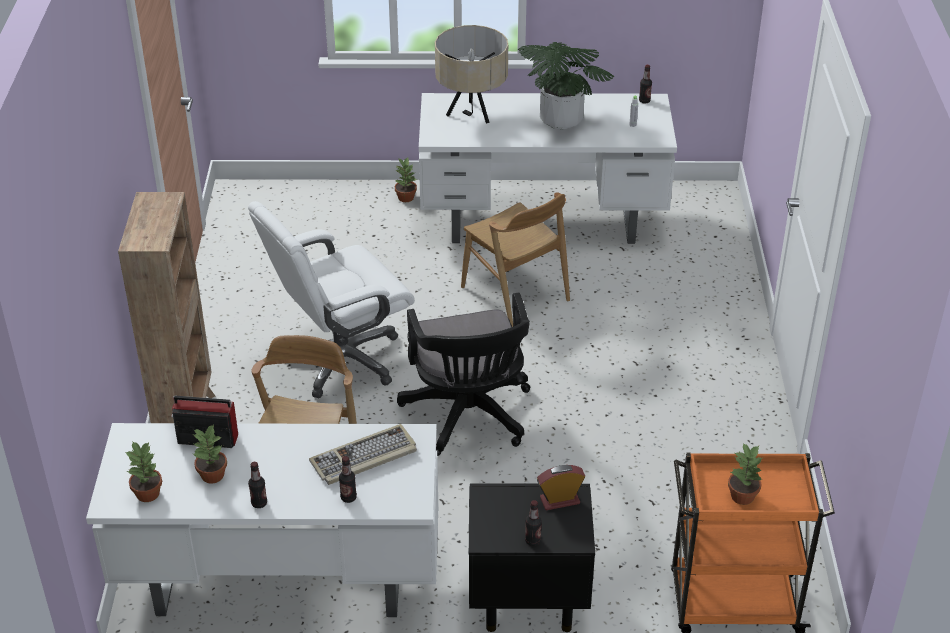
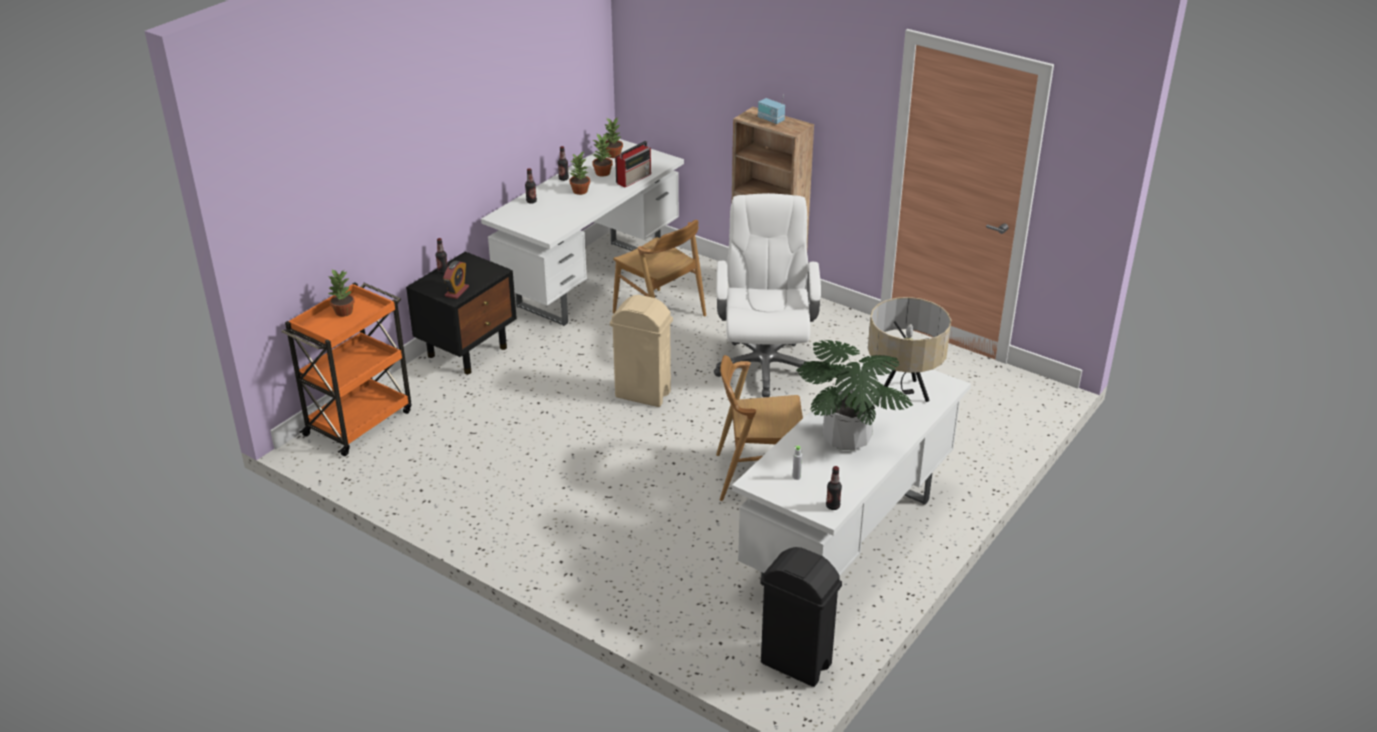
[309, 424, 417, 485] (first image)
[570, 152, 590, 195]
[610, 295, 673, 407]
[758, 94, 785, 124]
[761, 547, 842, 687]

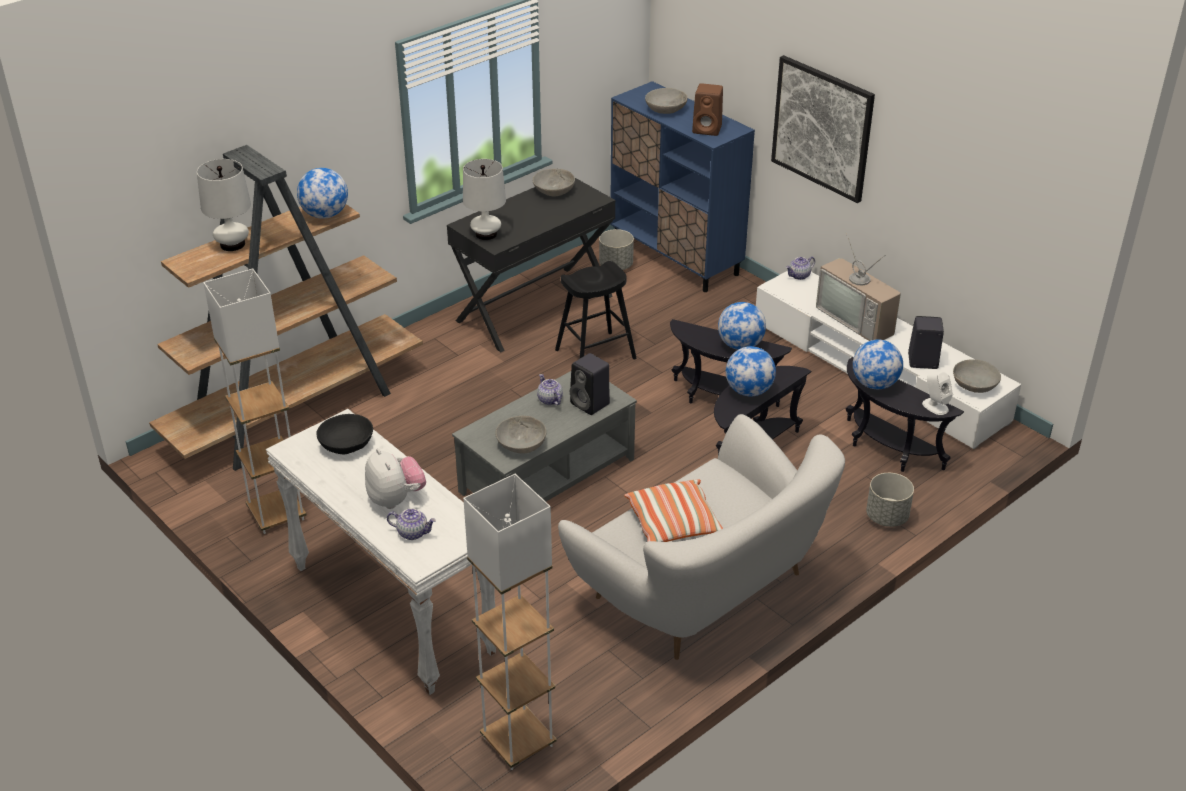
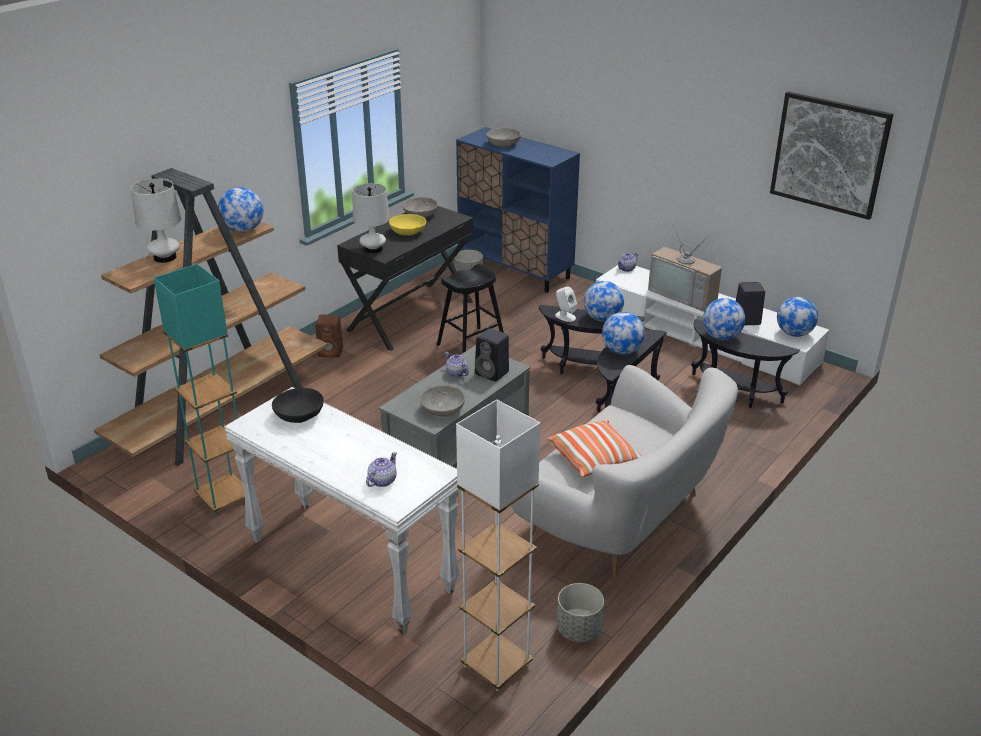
[154, 264, 245, 515]
[365, 448, 426, 509] (first image)
[366, 452, 397, 487]
[316, 315, 343, 358]
[770, 92, 893, 220]
[557, 583, 604, 642]
[555, 286, 577, 322]
[777, 297, 818, 337]
[389, 214, 426, 236]

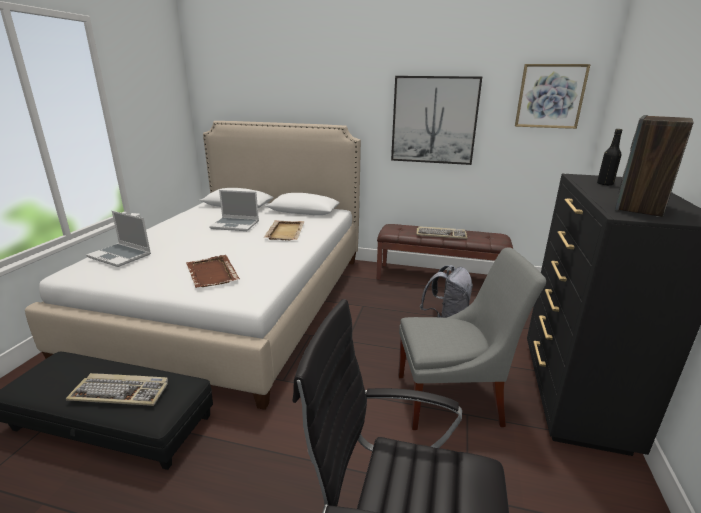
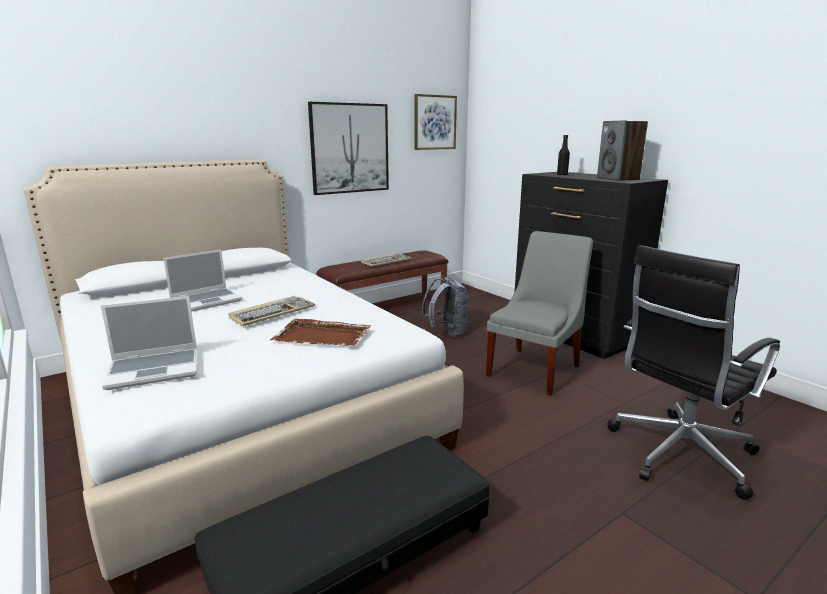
[228, 296, 315, 326]
[264, 220, 305, 240] (first image)

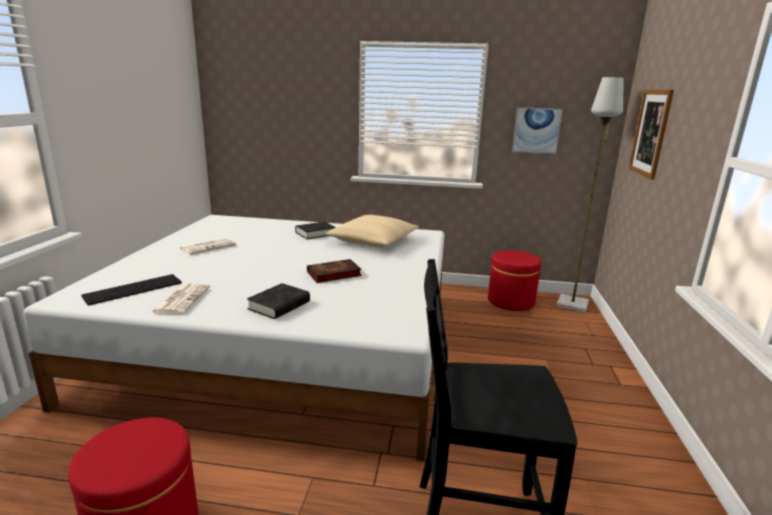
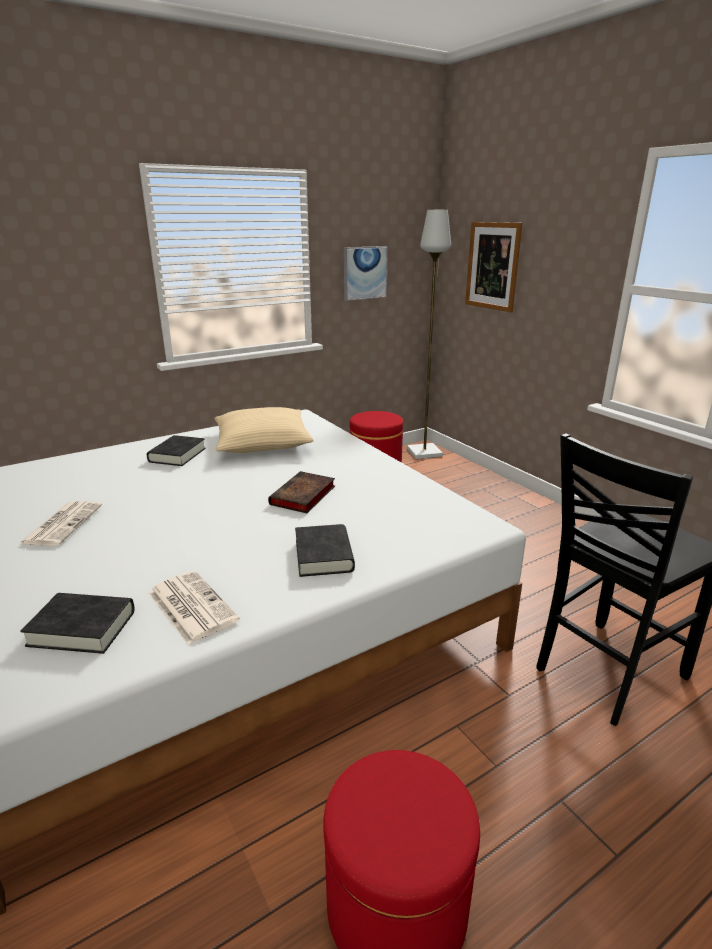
[20, 593, 134, 654]

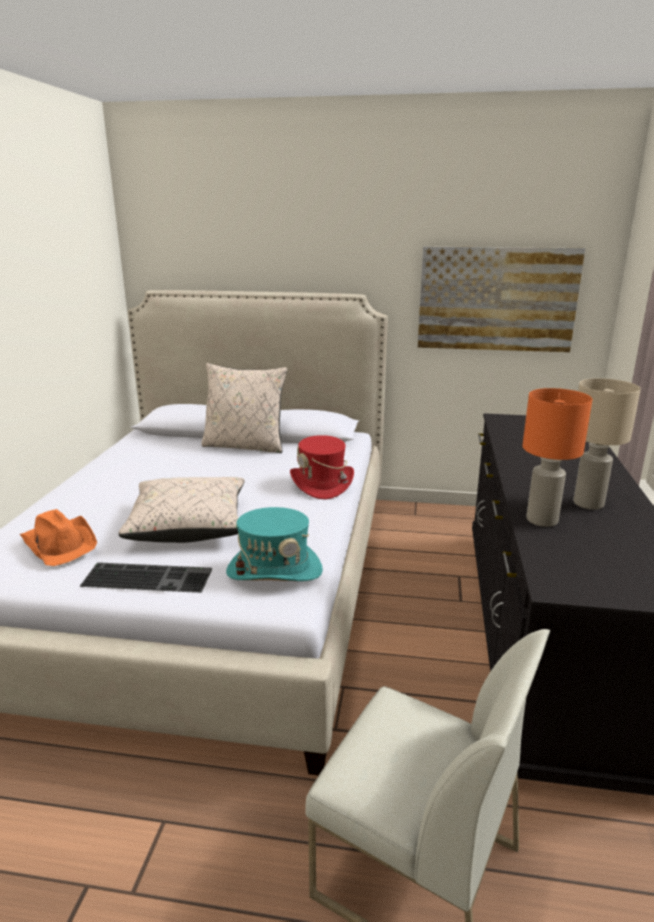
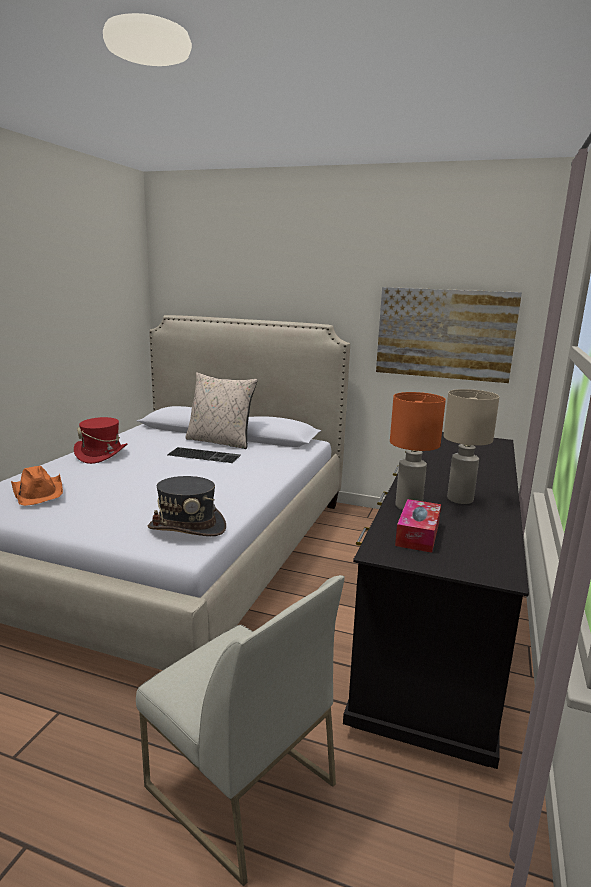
[167, 447, 241, 463]
[119, 477, 245, 543] (first image)
[148, 476, 226, 536]
[74, 417, 128, 464]
[395, 499, 441, 553]

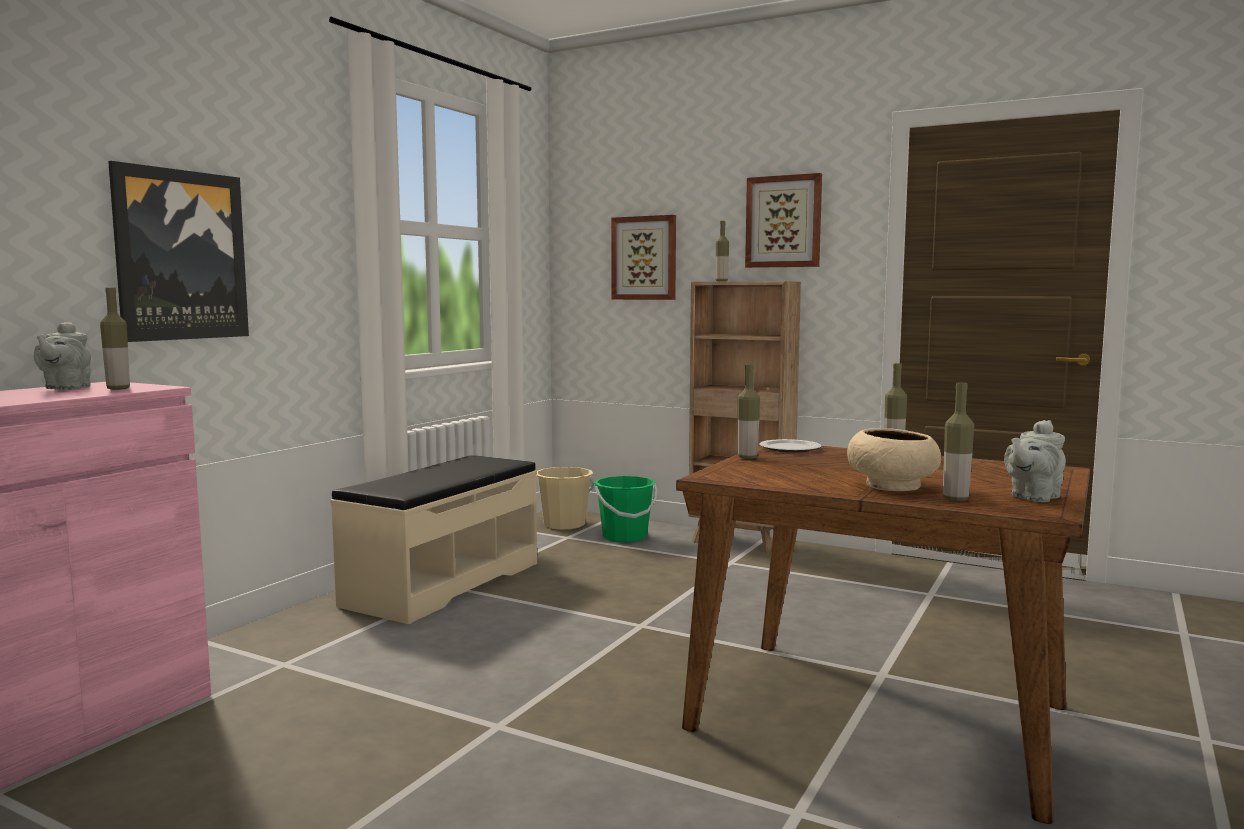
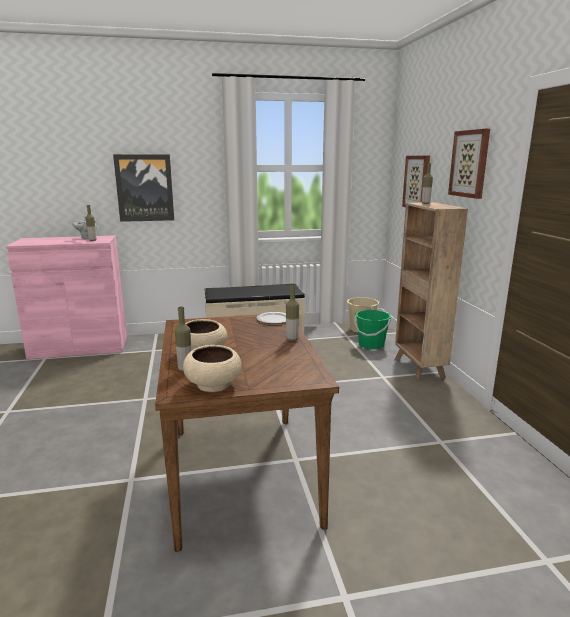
[738, 364, 760, 459] (first image)
[183, 345, 242, 392]

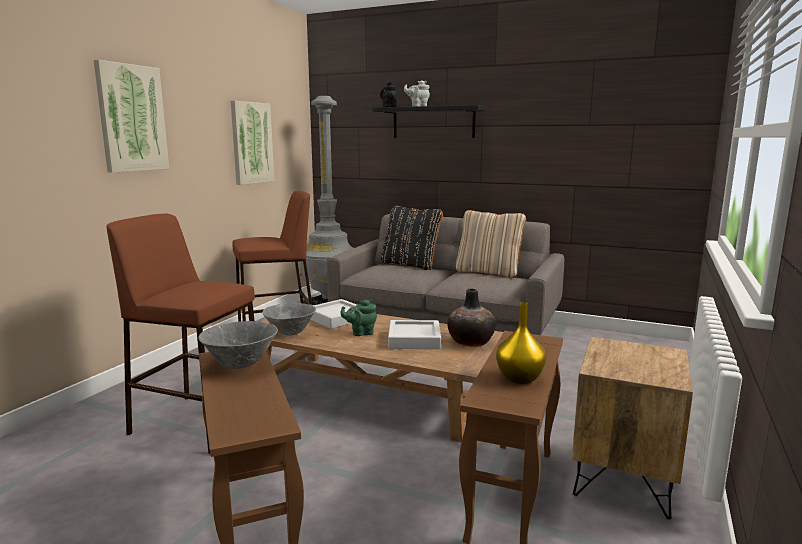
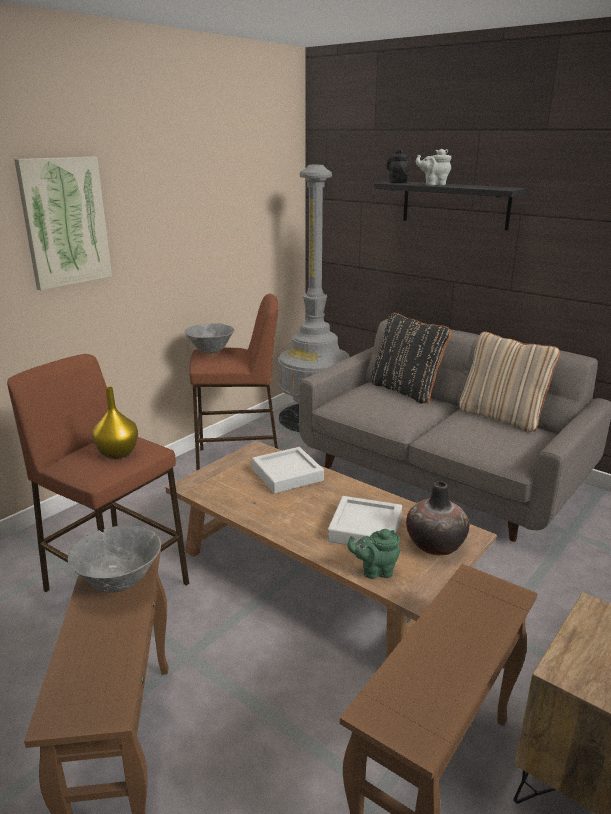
[231, 101, 274, 185] (first image)
[185, 323, 234, 354]
[347, 529, 400, 579]
[92, 387, 138, 459]

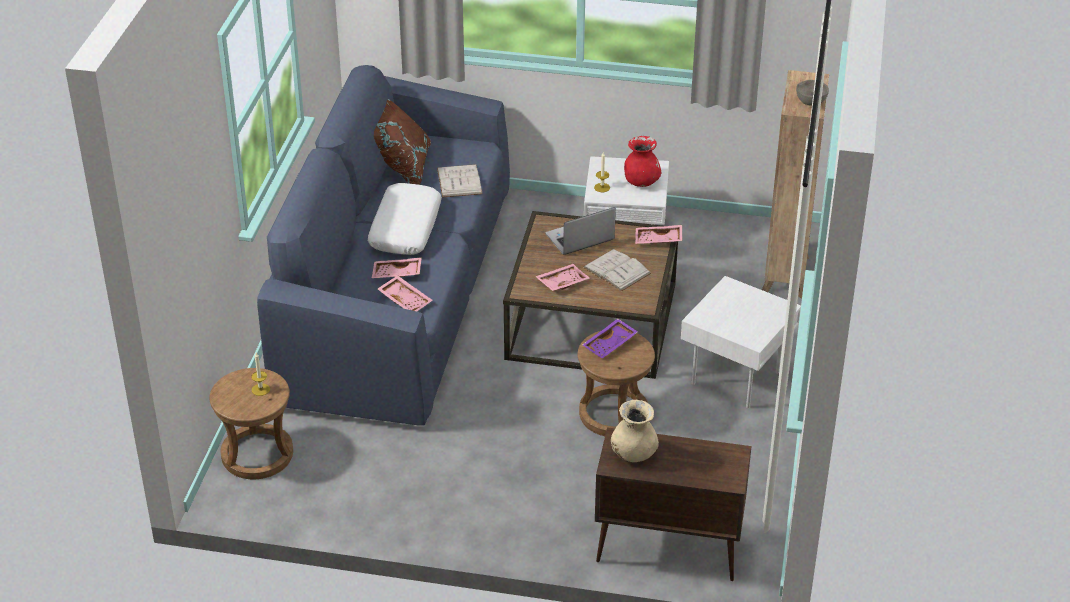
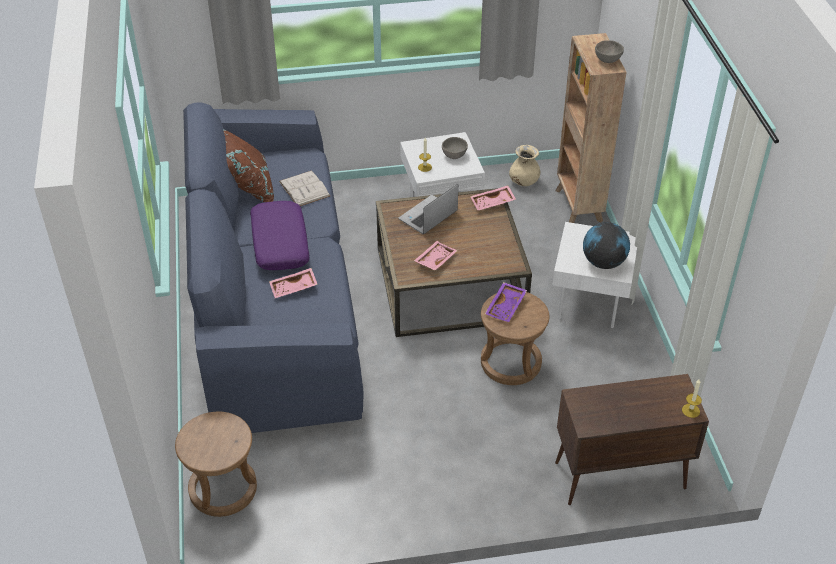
[682, 379, 702, 418]
[250, 201, 309, 270]
[378, 275, 432, 311] (first image)
[583, 249, 651, 292] (first image)
[509, 145, 540, 186]
[442, 137, 468, 159]
[583, 222, 630, 269]

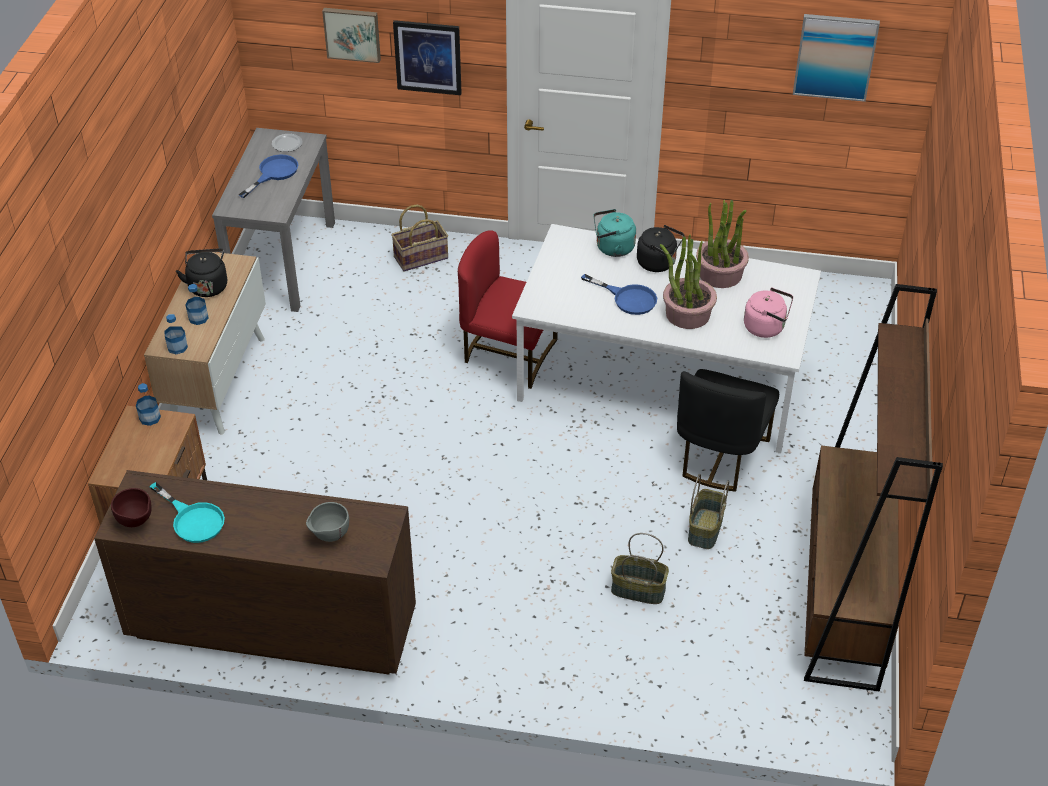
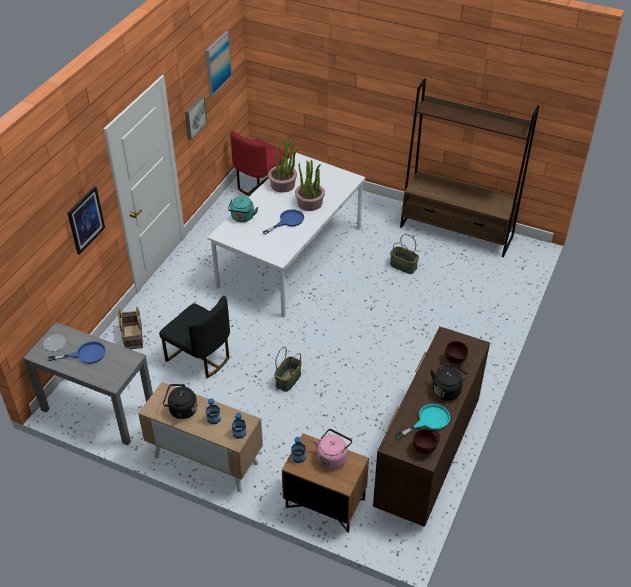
[48, 341, 106, 364]
[445, 341, 468, 364]
[185, 95, 207, 140]
[231, 131, 289, 196]
[274, 347, 302, 392]
[431, 362, 469, 401]
[159, 296, 230, 378]
[314, 429, 352, 469]

